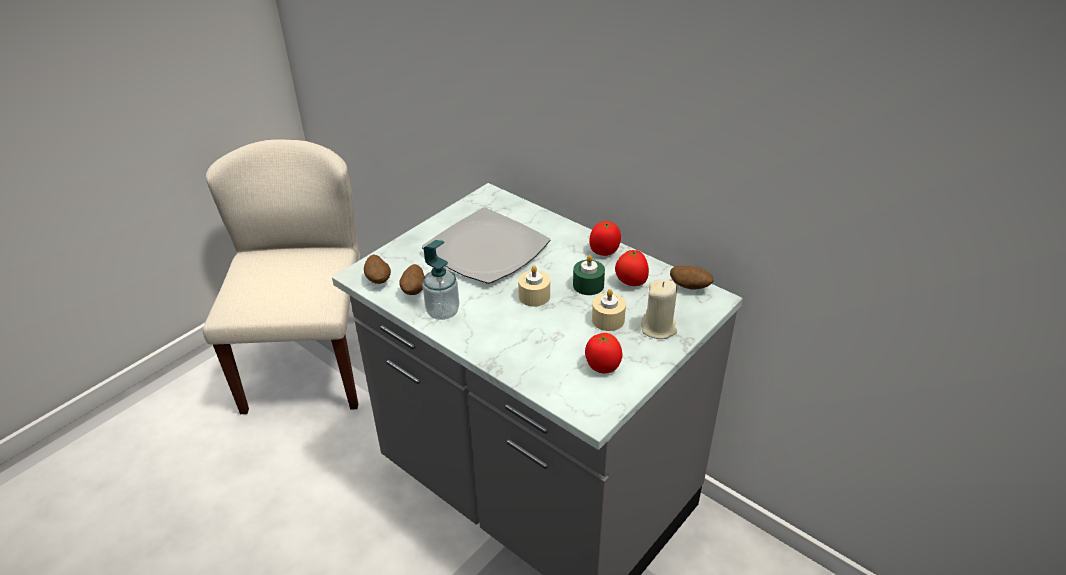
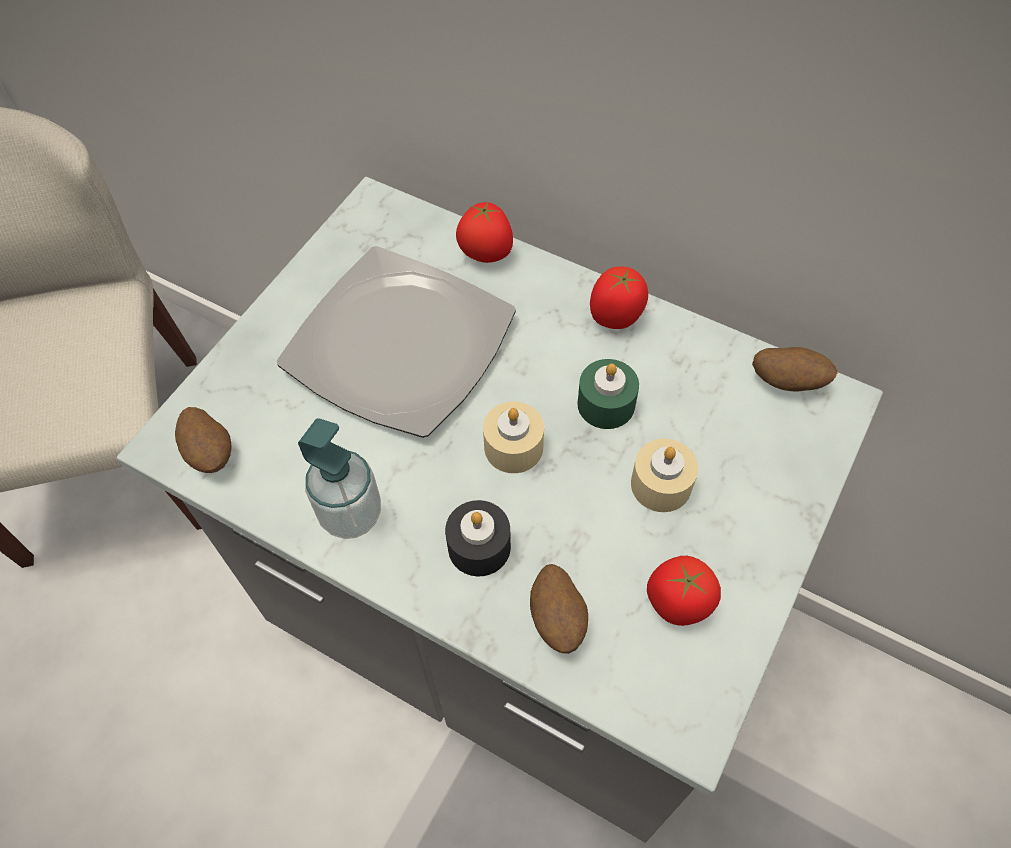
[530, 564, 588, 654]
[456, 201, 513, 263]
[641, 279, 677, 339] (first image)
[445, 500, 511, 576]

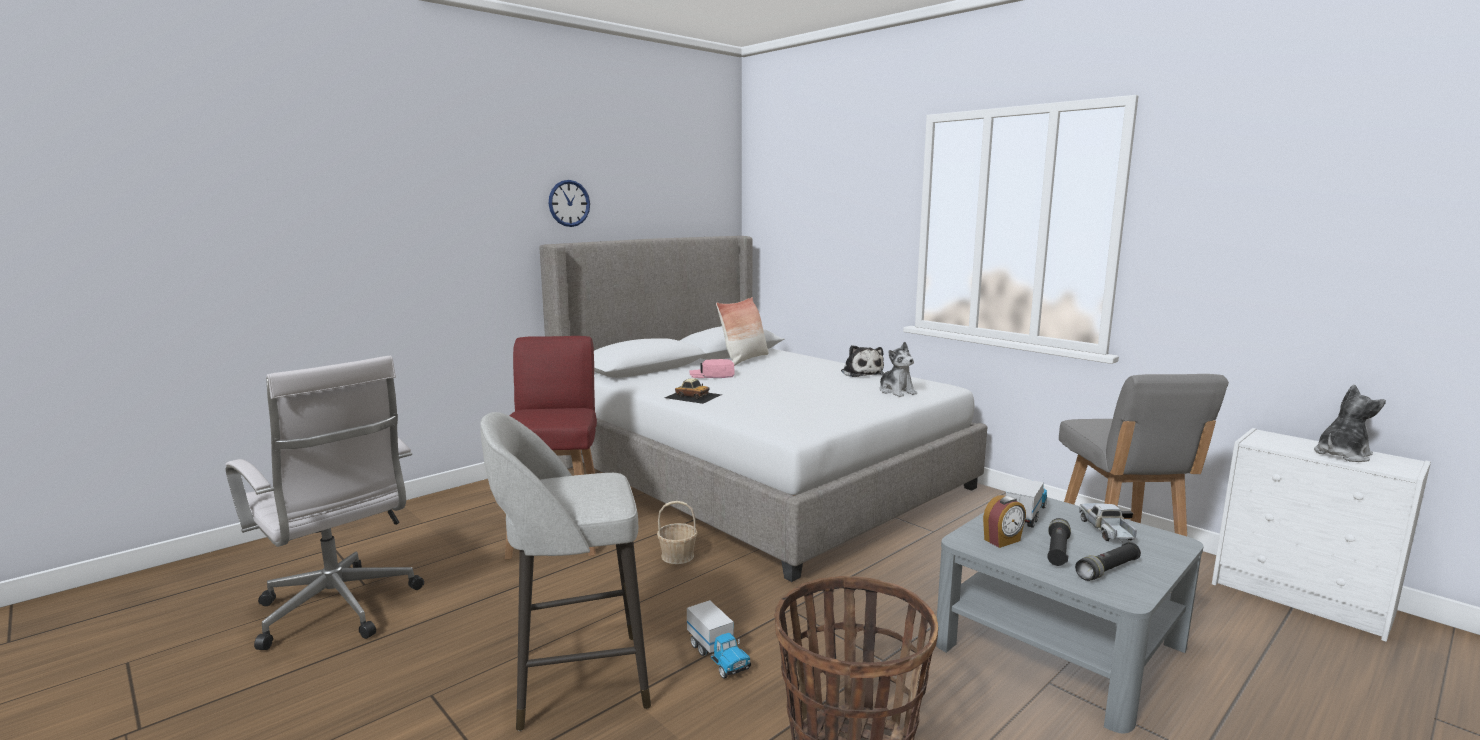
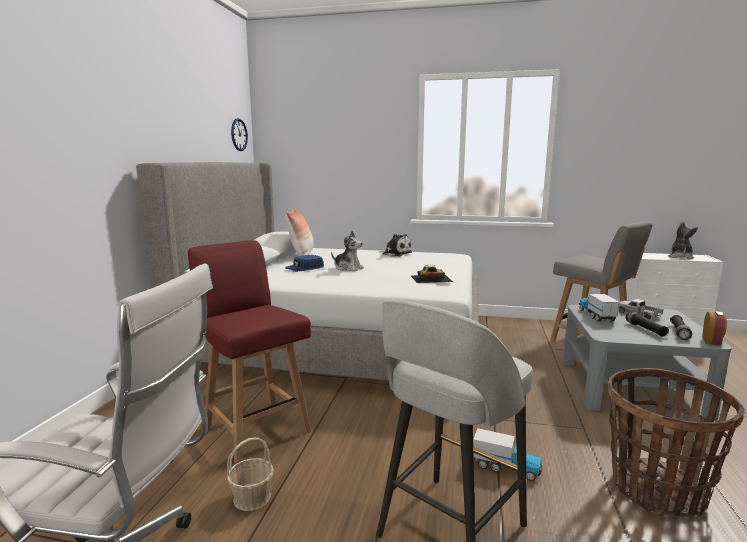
[231, 118, 248, 151]
[227, 438, 274, 511]
[410, 264, 453, 283]
[285, 255, 324, 272]
[331, 231, 364, 271]
[702, 311, 727, 346]

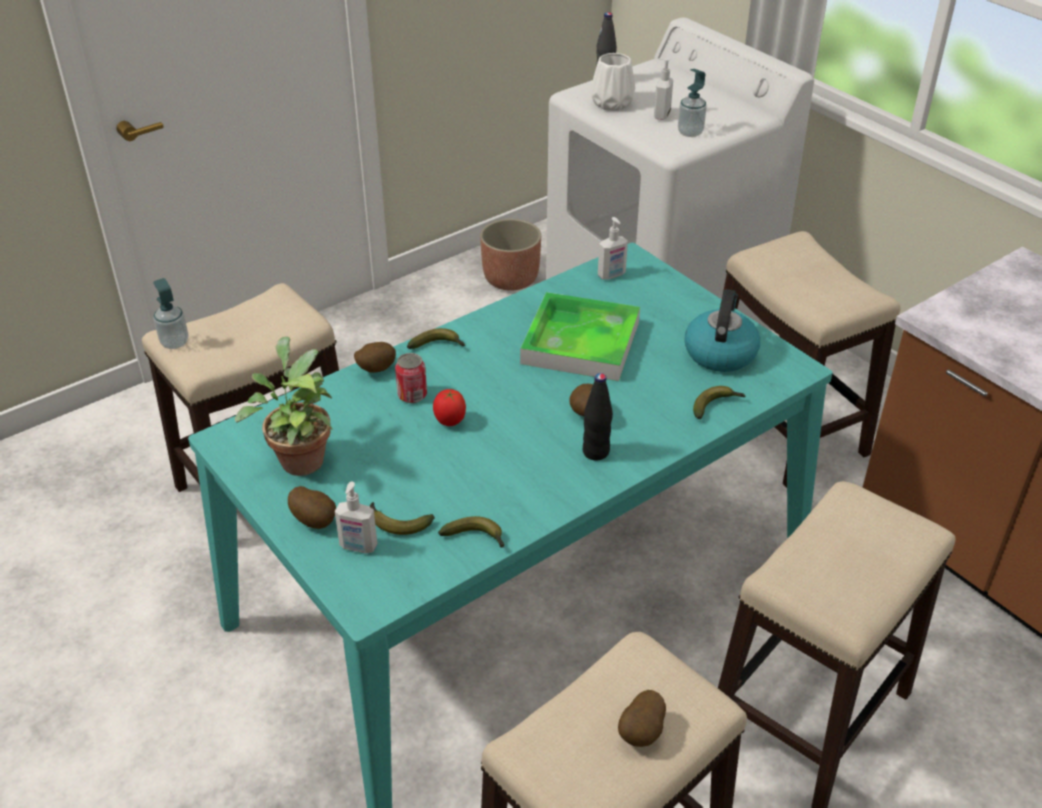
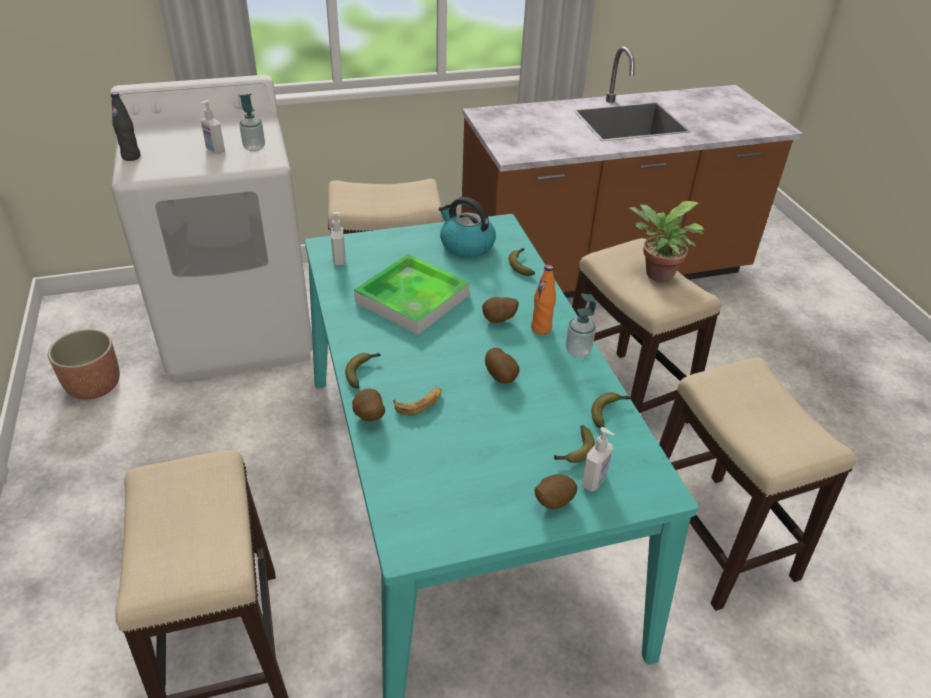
[565, 294, 596, 357]
[627, 201, 704, 282]
[393, 388, 442, 416]
[433, 389, 466, 426] (first image)
[531, 265, 556, 335]
[591, 53, 635, 111] (first image)
[485, 348, 520, 384]

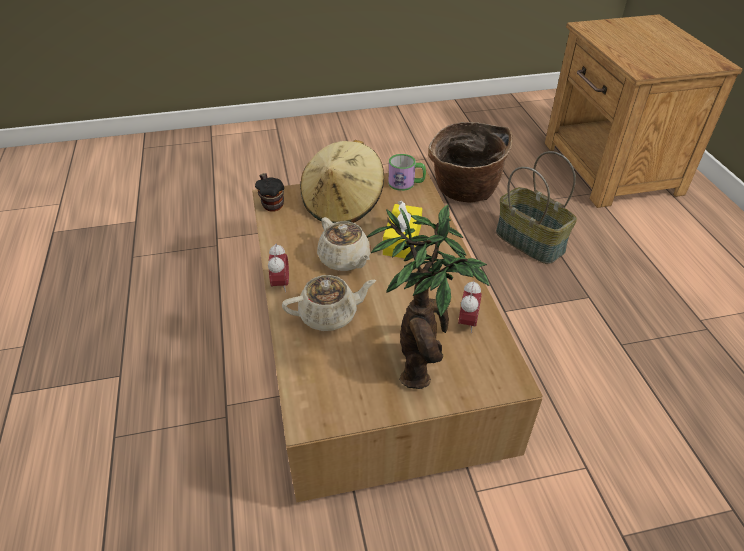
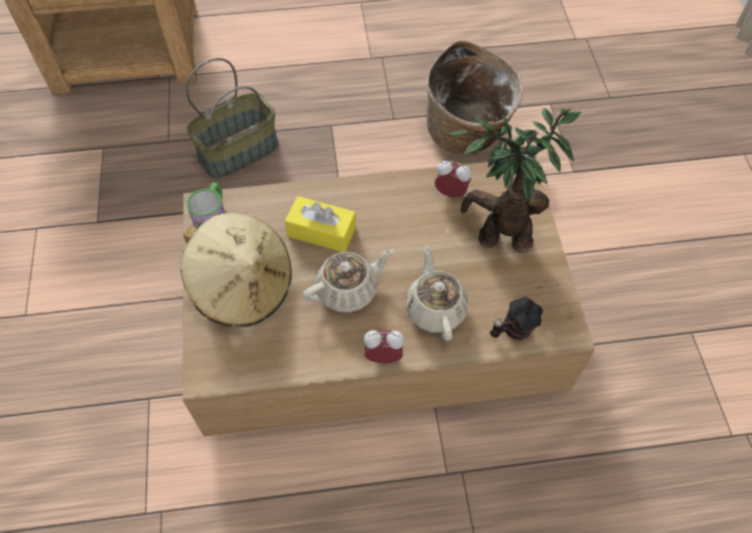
[490, 297, 543, 340]
[426, 40, 523, 155]

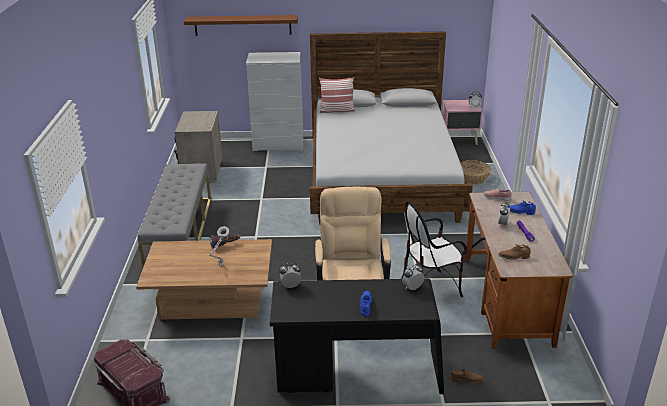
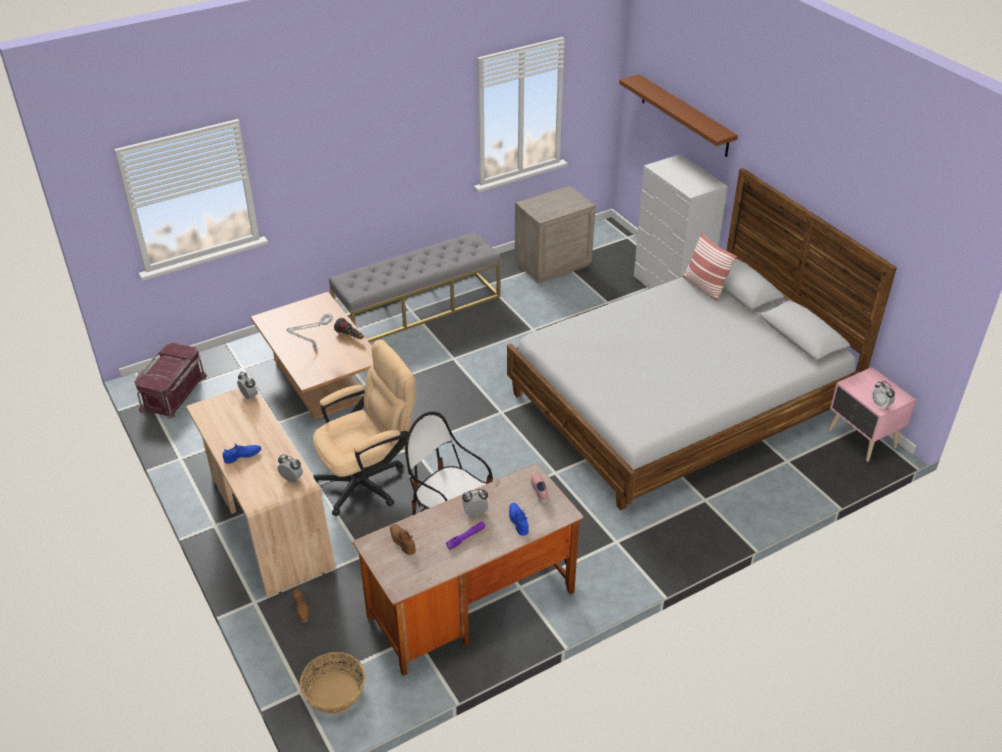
[186, 388, 336, 597]
[300, 652, 365, 714]

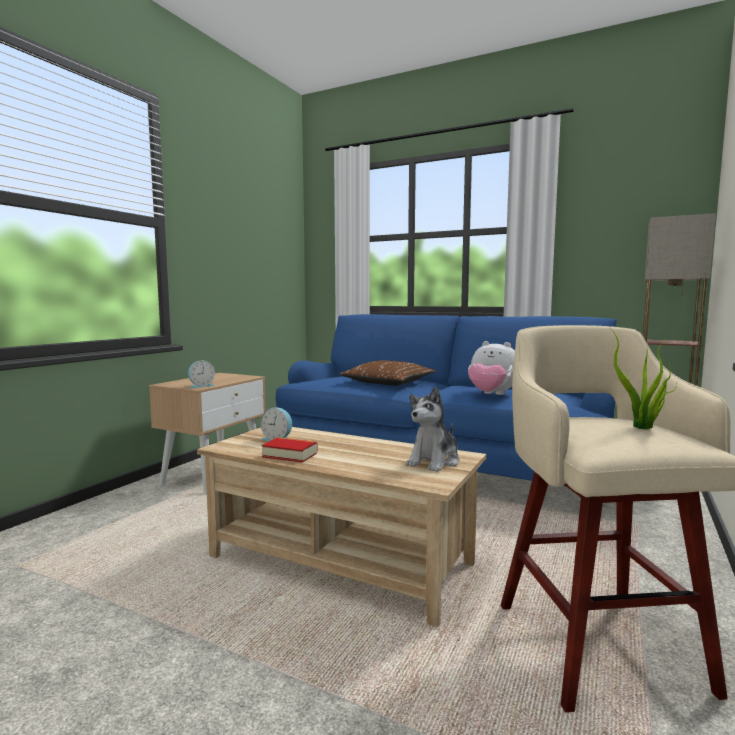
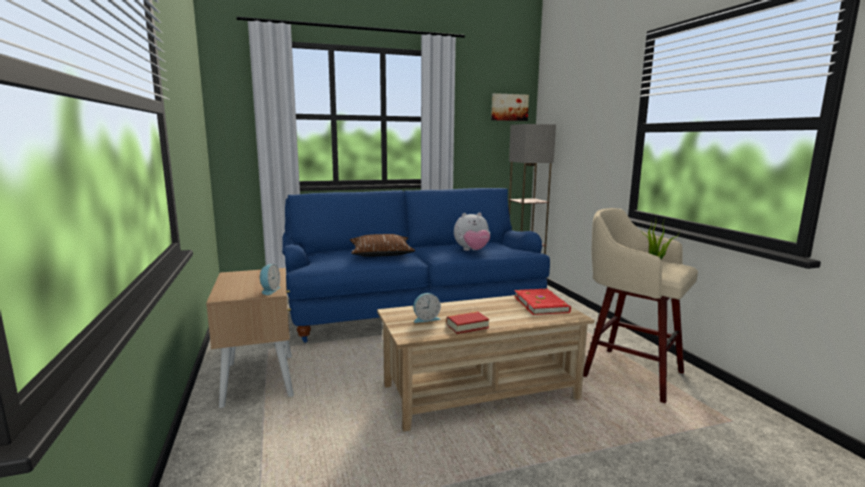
[514, 289, 571, 315]
[491, 93, 529, 121]

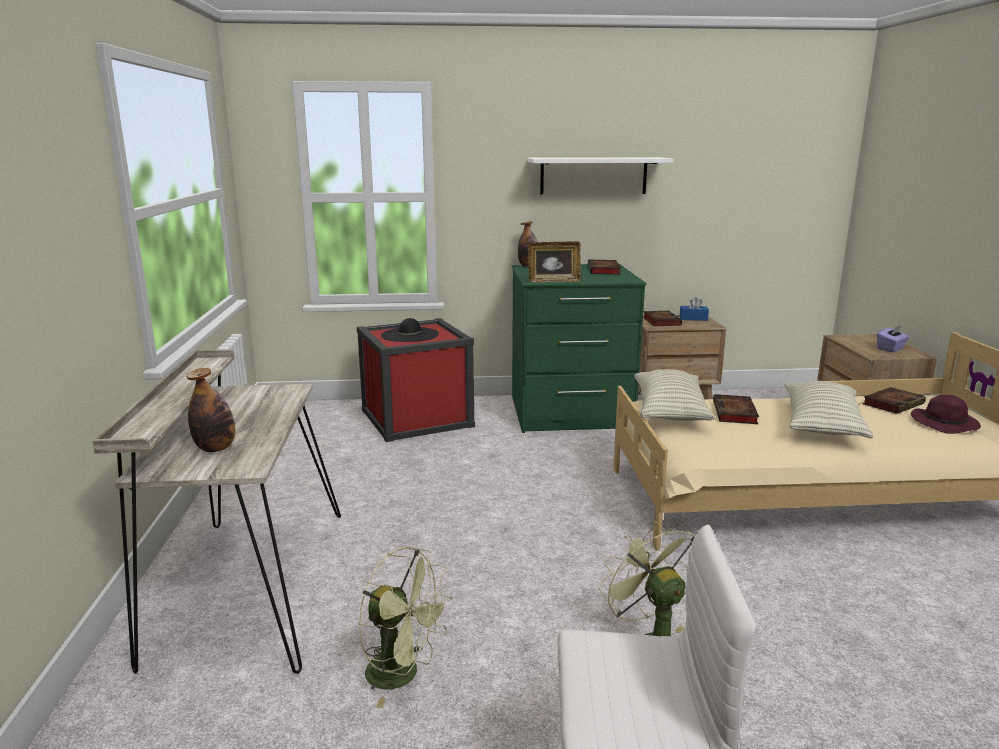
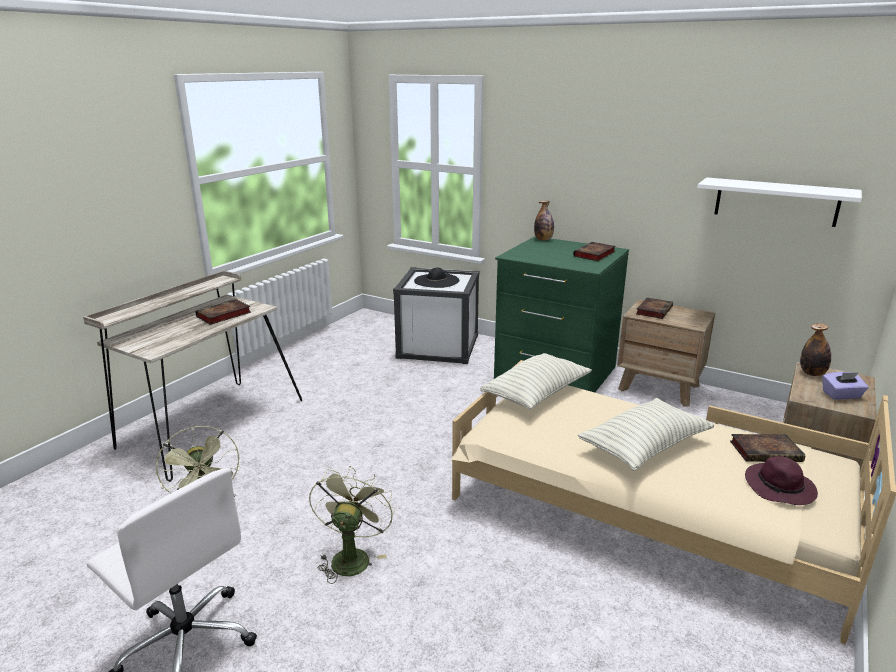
[800, 323, 831, 376]
[393, 267, 479, 364]
[697, 177, 862, 227]
[528, 241, 581, 282] (first image)
[680, 297, 709, 321] (first image)
[195, 299, 251, 325]

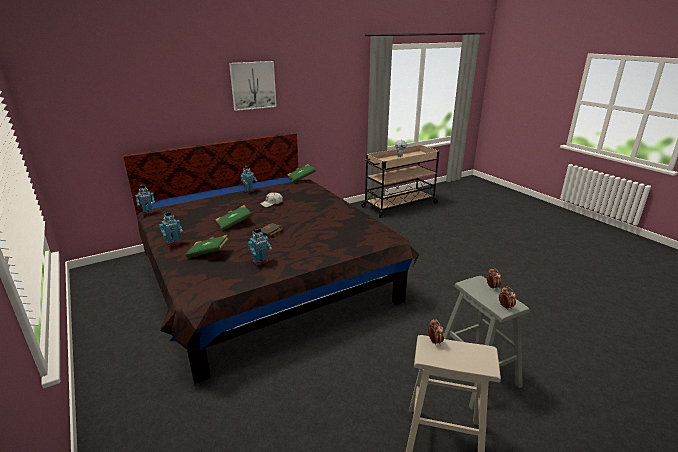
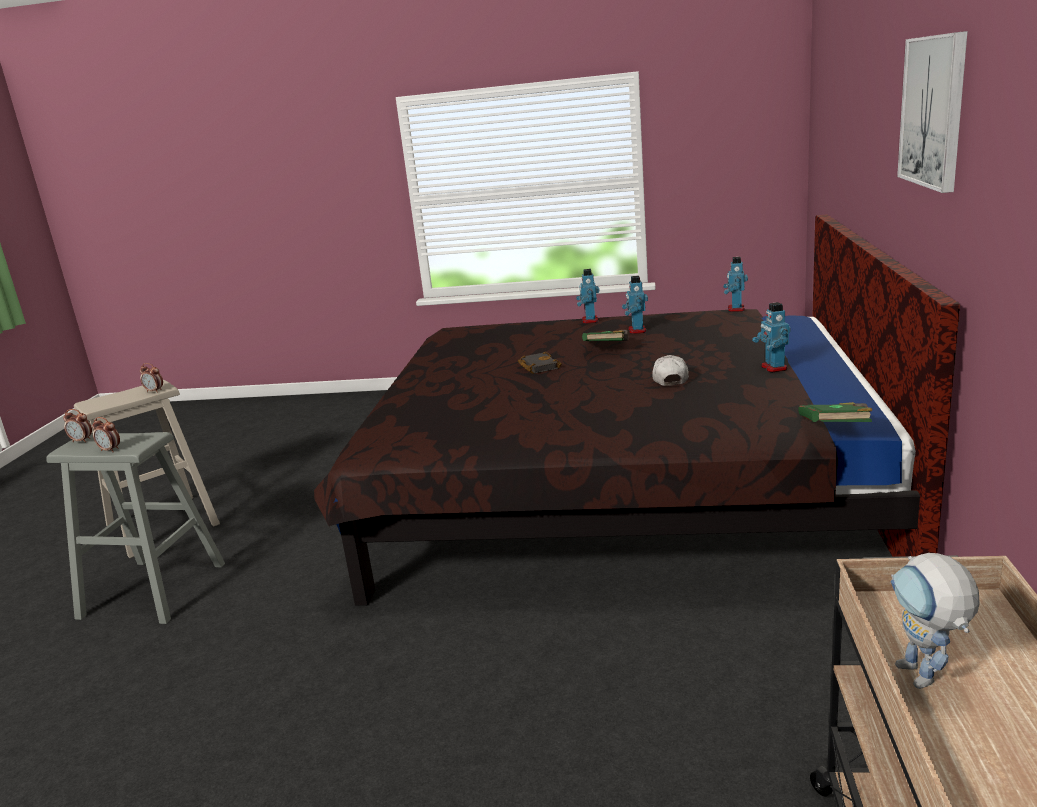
[186, 235, 229, 258] (first image)
[622, 276, 648, 334]

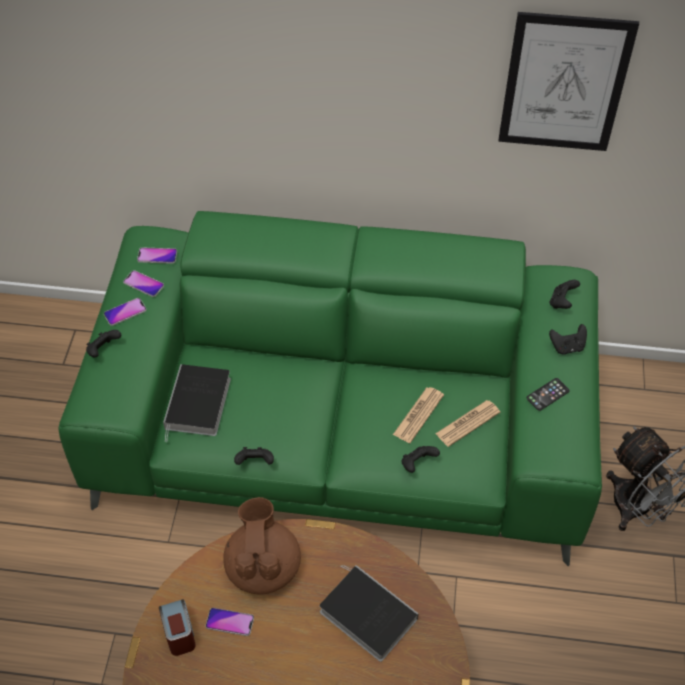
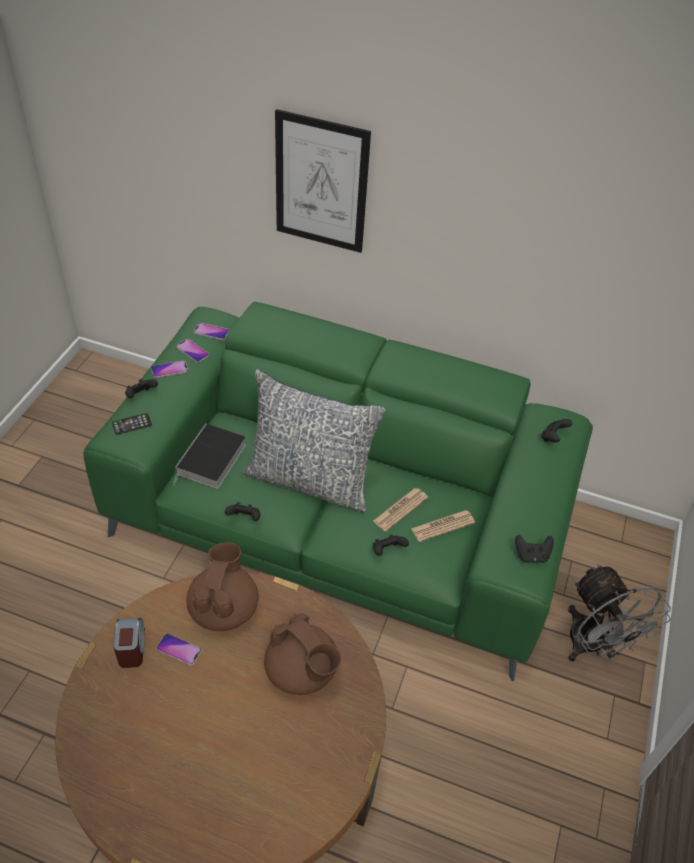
[264, 613, 341, 695]
[275, 109, 371, 253]
[112, 413, 152, 435]
[515, 535, 554, 563]
[242, 369, 386, 513]

